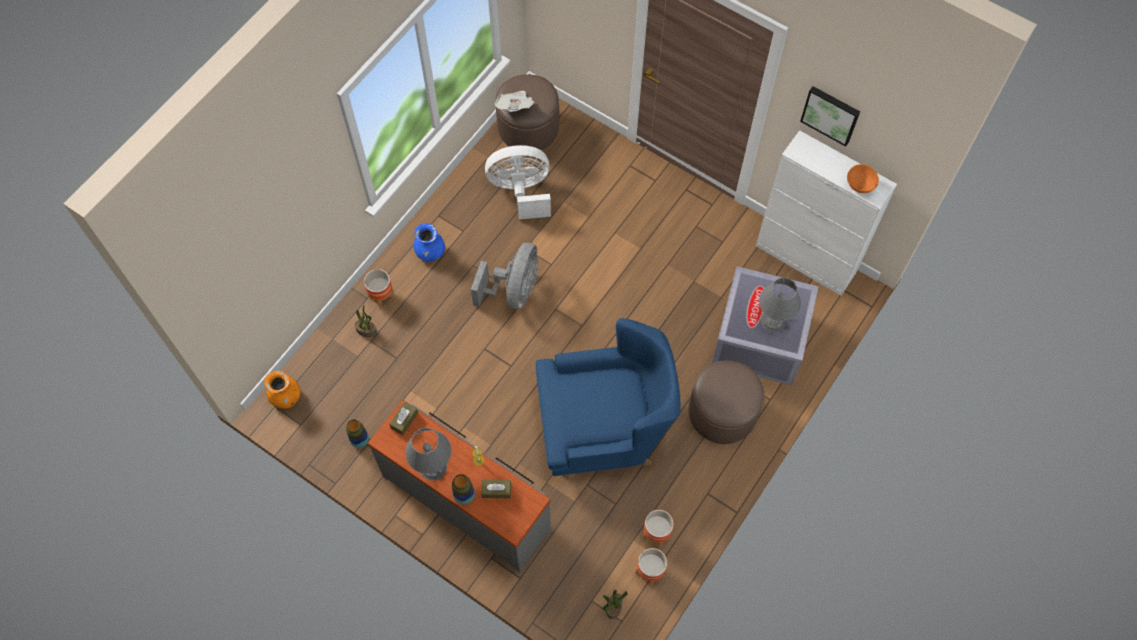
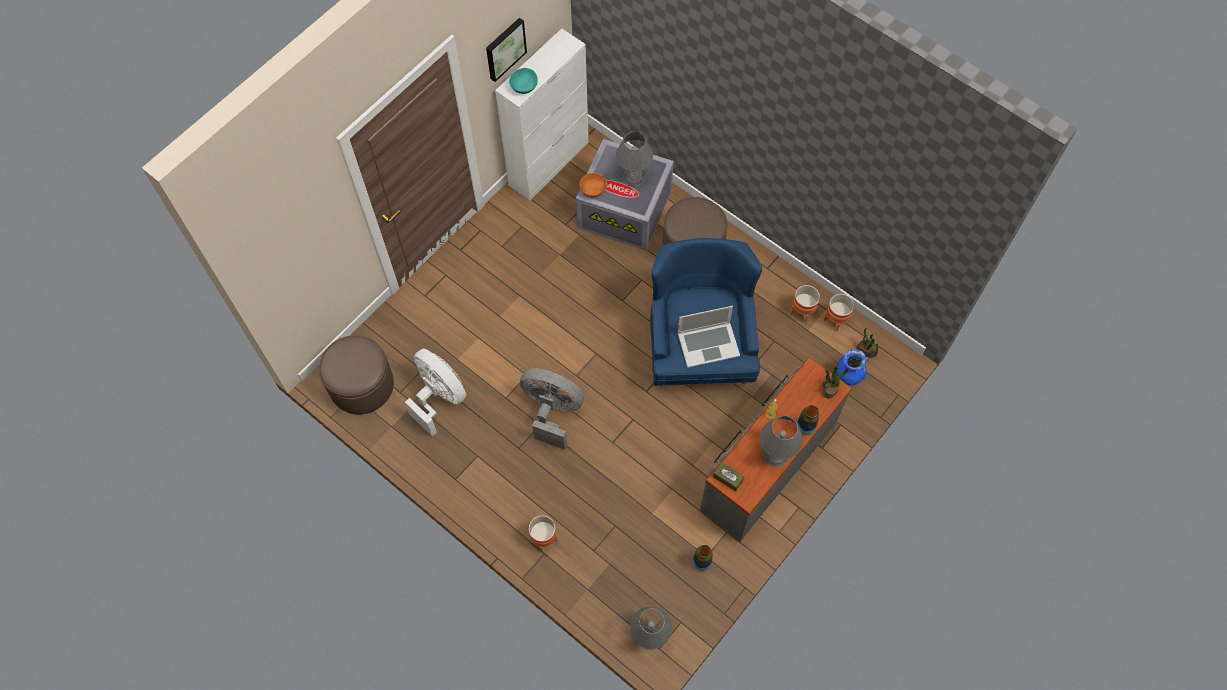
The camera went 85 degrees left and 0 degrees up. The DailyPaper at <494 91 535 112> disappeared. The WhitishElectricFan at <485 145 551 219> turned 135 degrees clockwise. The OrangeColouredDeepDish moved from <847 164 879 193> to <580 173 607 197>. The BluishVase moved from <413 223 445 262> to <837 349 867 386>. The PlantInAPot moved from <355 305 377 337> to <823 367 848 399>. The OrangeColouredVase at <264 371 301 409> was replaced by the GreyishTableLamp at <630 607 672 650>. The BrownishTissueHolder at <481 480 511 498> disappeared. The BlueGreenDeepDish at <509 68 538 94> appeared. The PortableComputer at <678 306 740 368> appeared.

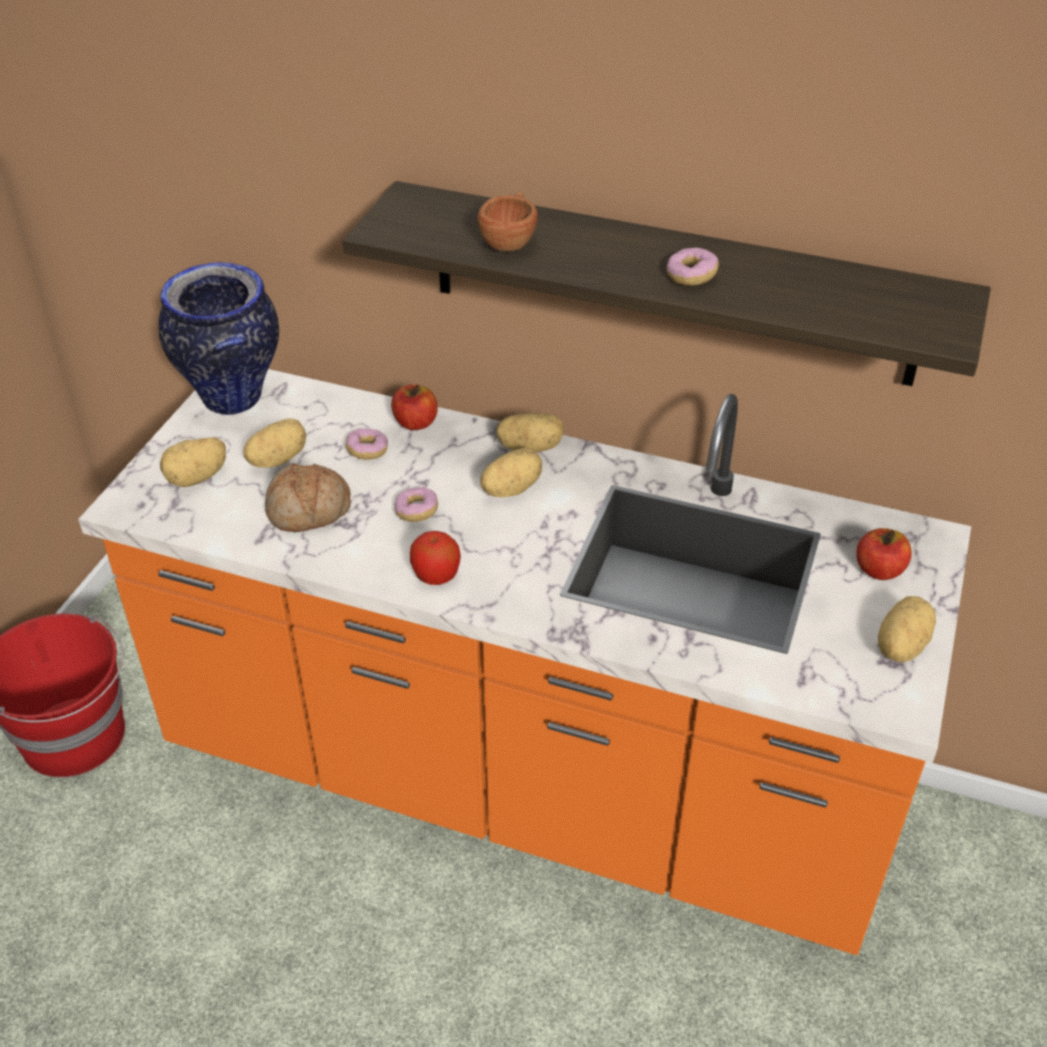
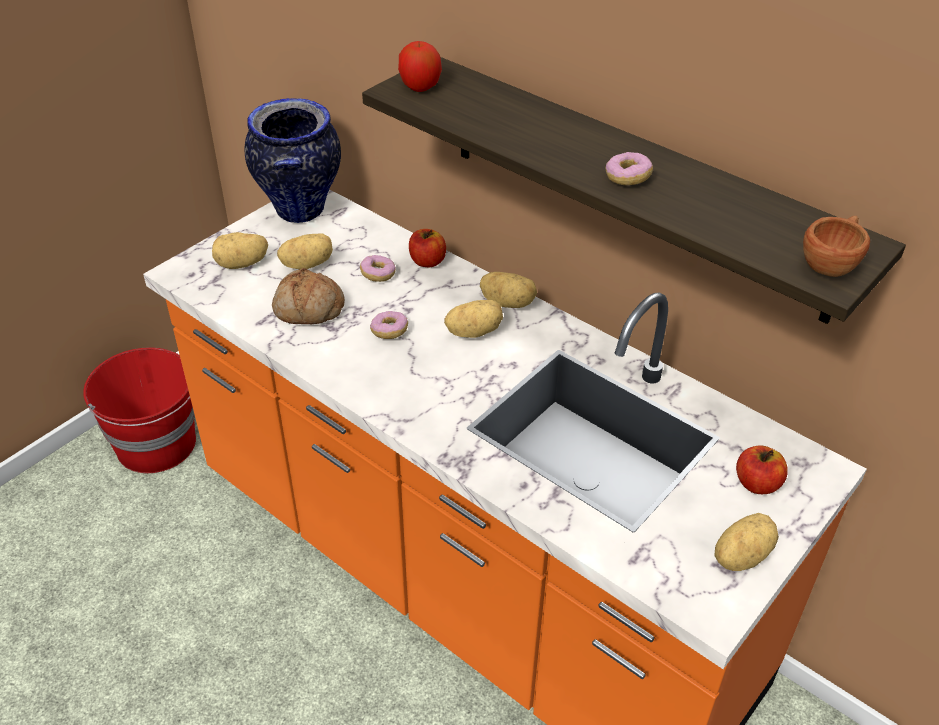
The camera went 20 degrees right and 0 degrees up. The BrownishSmallCup moved from <478 192 538 251> to <803 216 870 277>. The WholeApple moved from <410 531 461 585> to <398 41 442 92>.

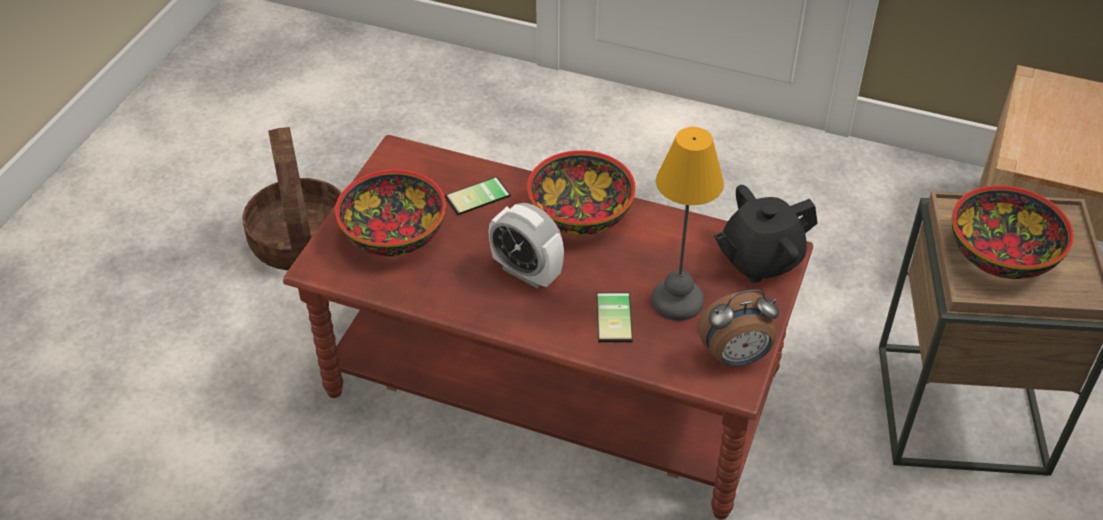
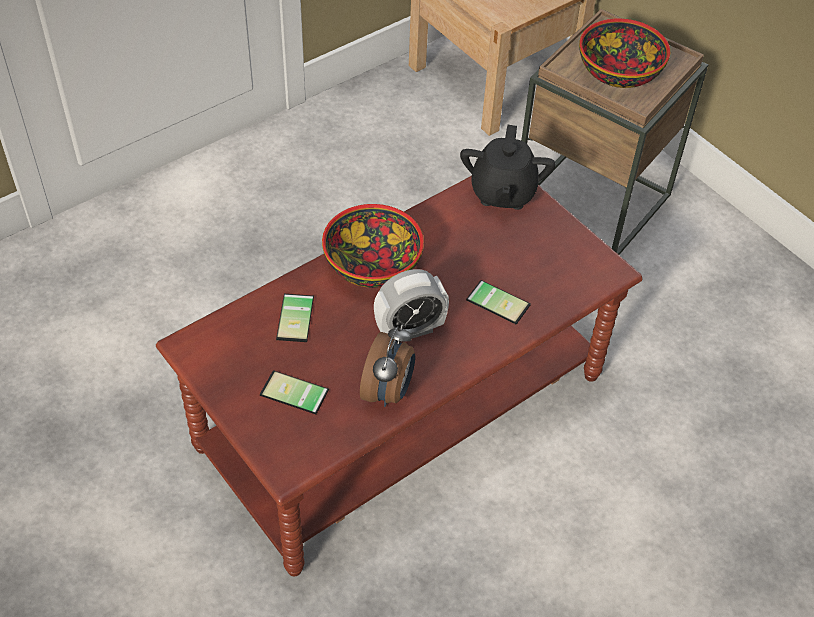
The camera went 60 degrees left and 5 degrees up. The StorageBasket at <243 127 342 270> disappeared. The TableLamp at <651 127 724 321> disappeared. The DeepDish at <335 169 446 257> was replaced by the Handset at <260 370 329 414>. The AlarmClock moved from <697 289 779 367> to <360 324 415 407>.

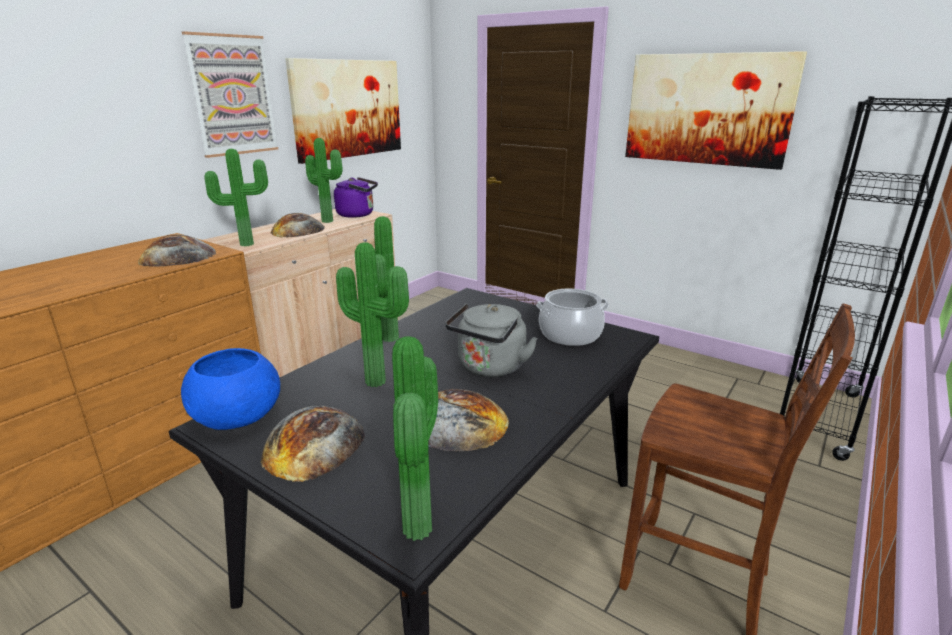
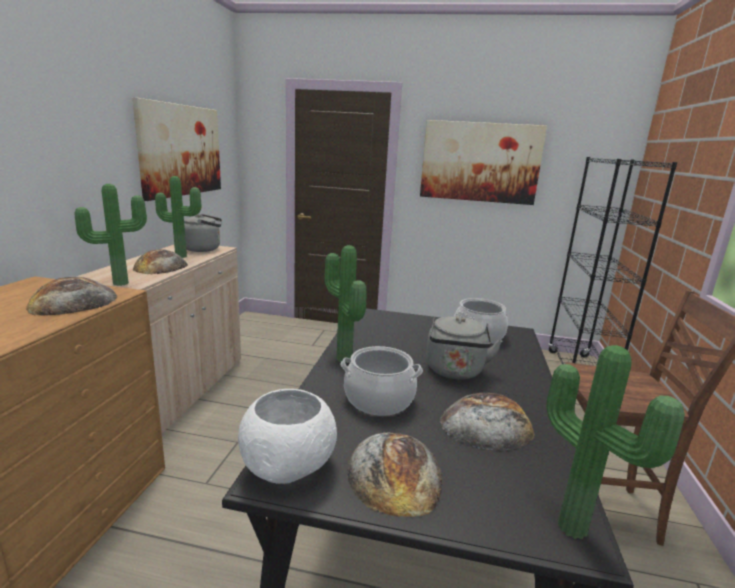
The camera went 25 degrees left and 5 degrees down. The Picture at <182 31 278 158> disappeared. The PurplishTeaKettle at <334 177 378 218> became the GreyishTeaKettle at <184 214 222 252>. The PlantInAPot at <336 242 409 387> was replaced by the Stockpot at <341 346 423 416>. The BluishDeepDish at <181 348 280 430> became the WhitishDeepDish at <238 389 337 484>.

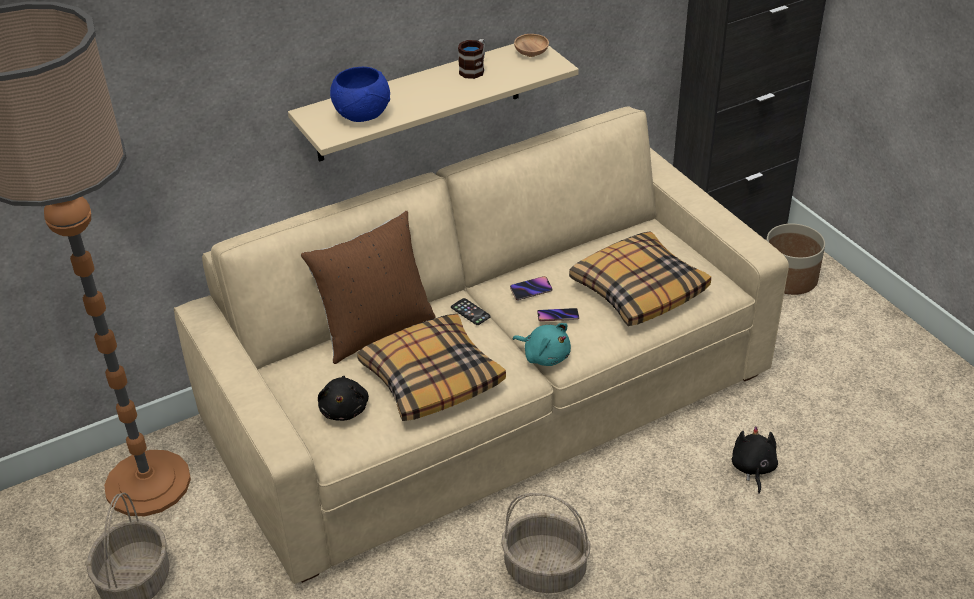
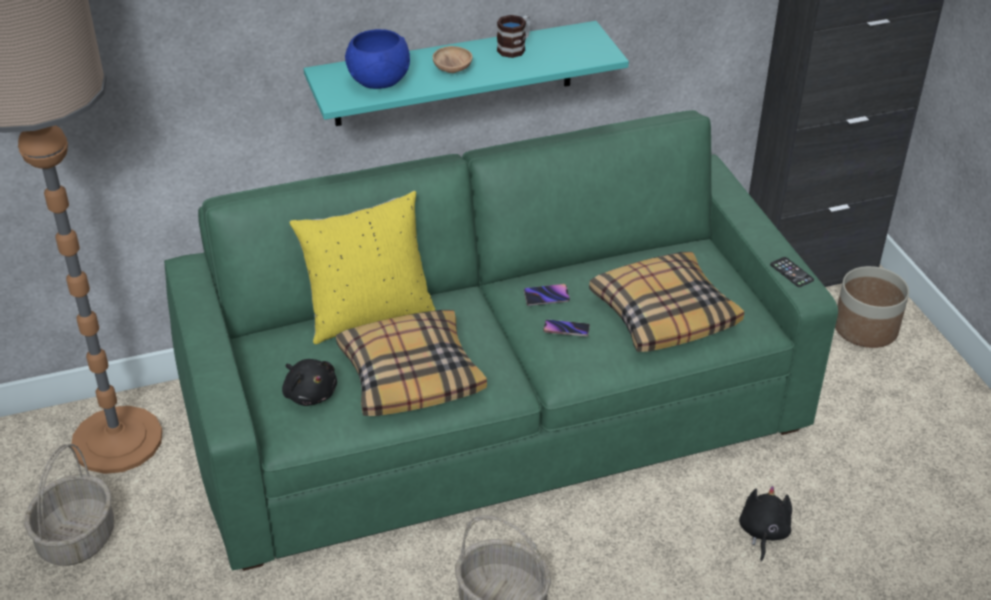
The camera went 10 degrees right and 0 degrees up. The BrownishDeepDish moved from <514 34 549 57> to <433 46 473 73>. The BeigeColouredWallShelf at <288 44 579 162> became the BlueGreenWallShelf at <304 21 629 126>. The BeigeColouredCouch at <174 106 789 584> became the GreenCouch at <164 110 838 571>. The BrownishPillow at <301 210 435 364> became the YellowColouredPillow at <290 191 436 344>. The Handset moved from <451 298 491 325> to <770 257 814 287>. The BlueGreenCuddlyToy at <513 323 571 366> disappeared. The BlackCuddlyToy at <318 376 369 421> turned 45 degrees counterclockwise.

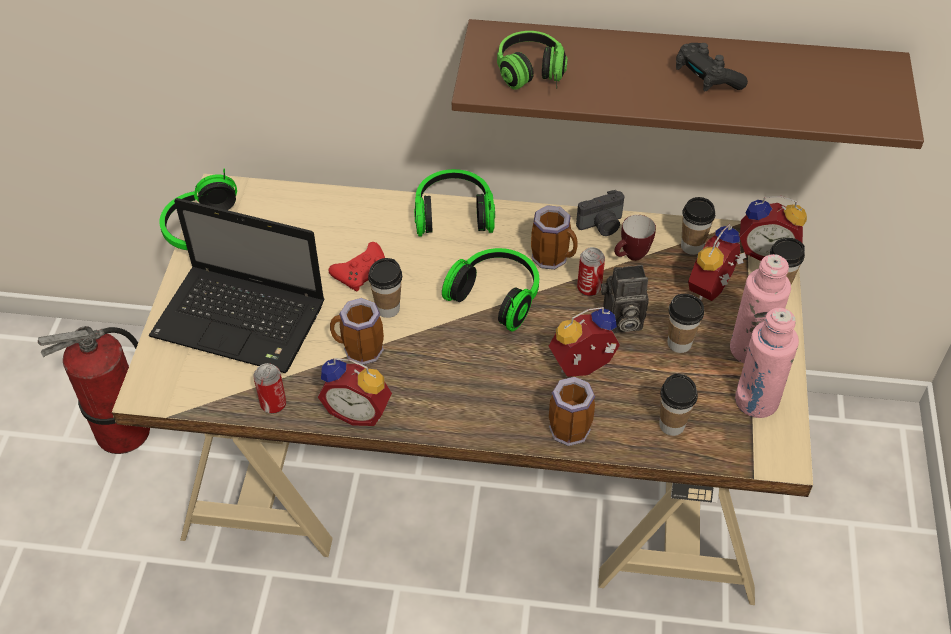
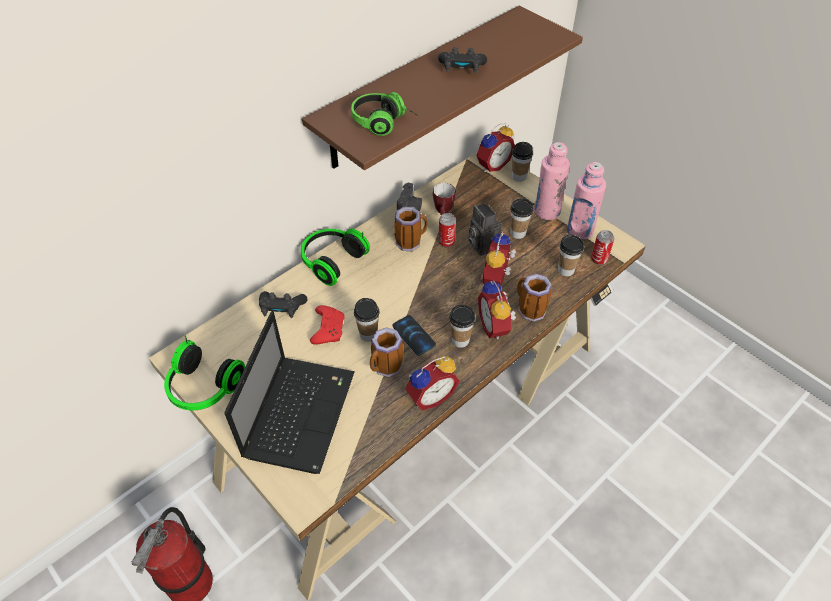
The camera went 50 degrees left and 0 degrees up. The SmallCup moved from <681 197 715 255> to <449 305 475 348>. The PortableComputer at <149 198 325 373> turned 45 degrees counterclockwise. The AlarmClock moved from <688 224 747 301> to <478 280 516 340>. The Headset at <442 248 539 332> disappeared. The StillCamera at <601 265 649 333> turned 120 degrees clockwise. The SealedCan moved from <253 363 286 414> to <591 230 614 265>. The BlackGamepad at <259 291 308 318> appeared. The Handset at <393 315 436 356> appeared.

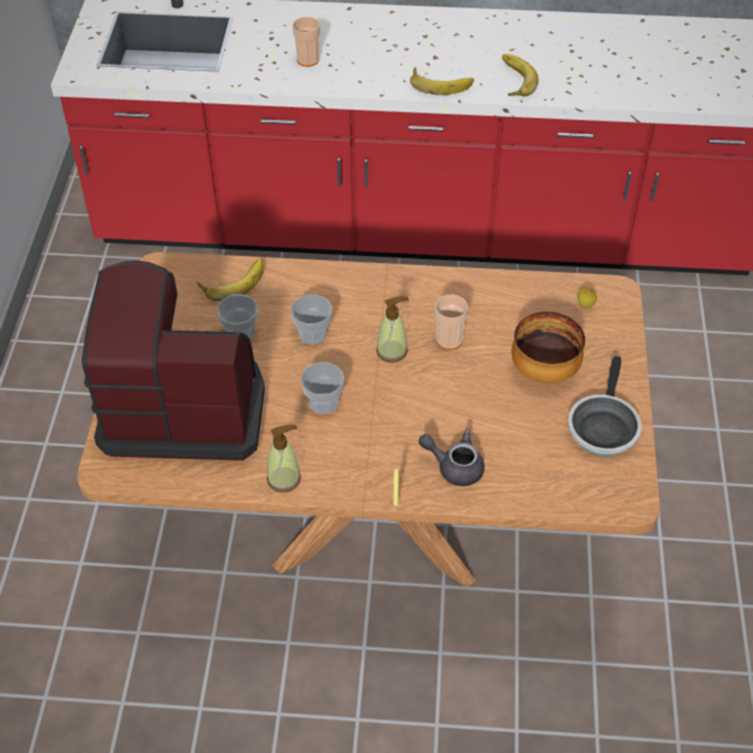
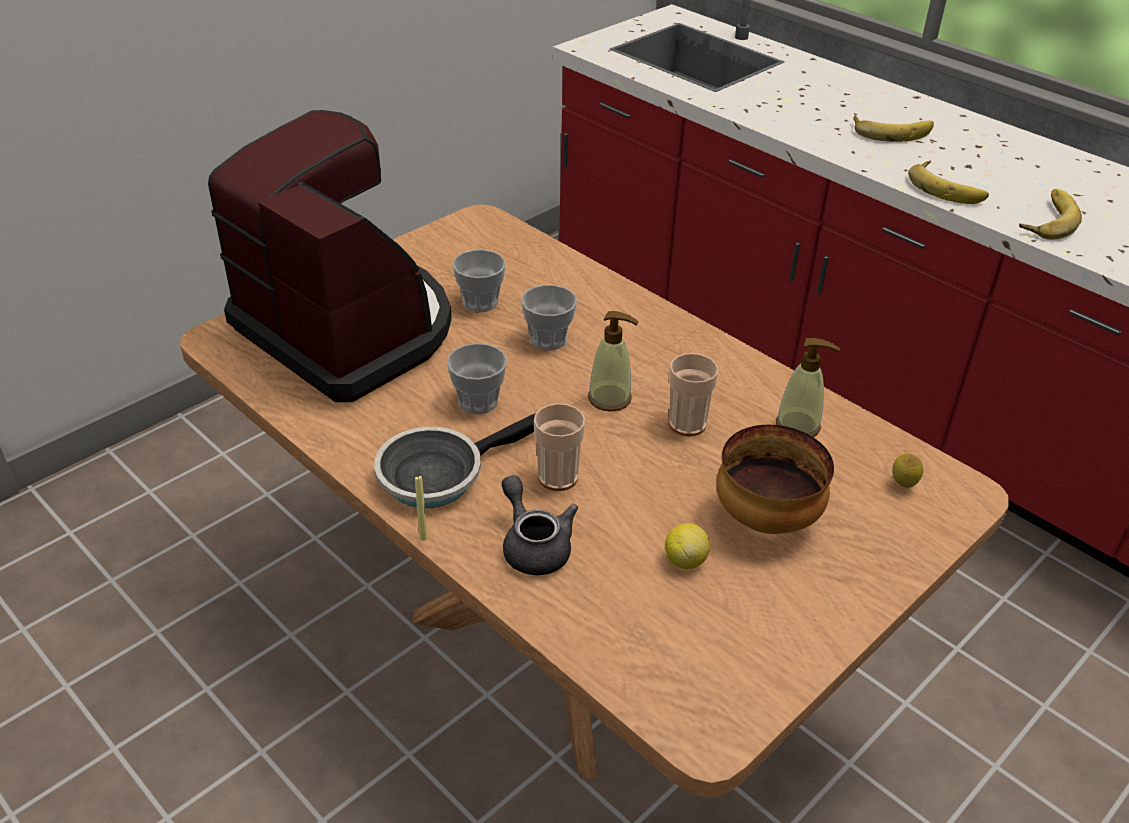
The camera went 40 degrees right and 10 degrees down. The SmallCup moved from <292 17 320 67> to <534 403 585 491>. The BananaFruit moved from <198 258 264 302> to <853 115 934 142>. The FryingPan moved from <568 356 642 456> to <374 413 536 508>. The SoapBottle moved from <267 425 301 493> to <776 338 840 437>. The WholeLemon at <665 523 710 569> appeared.

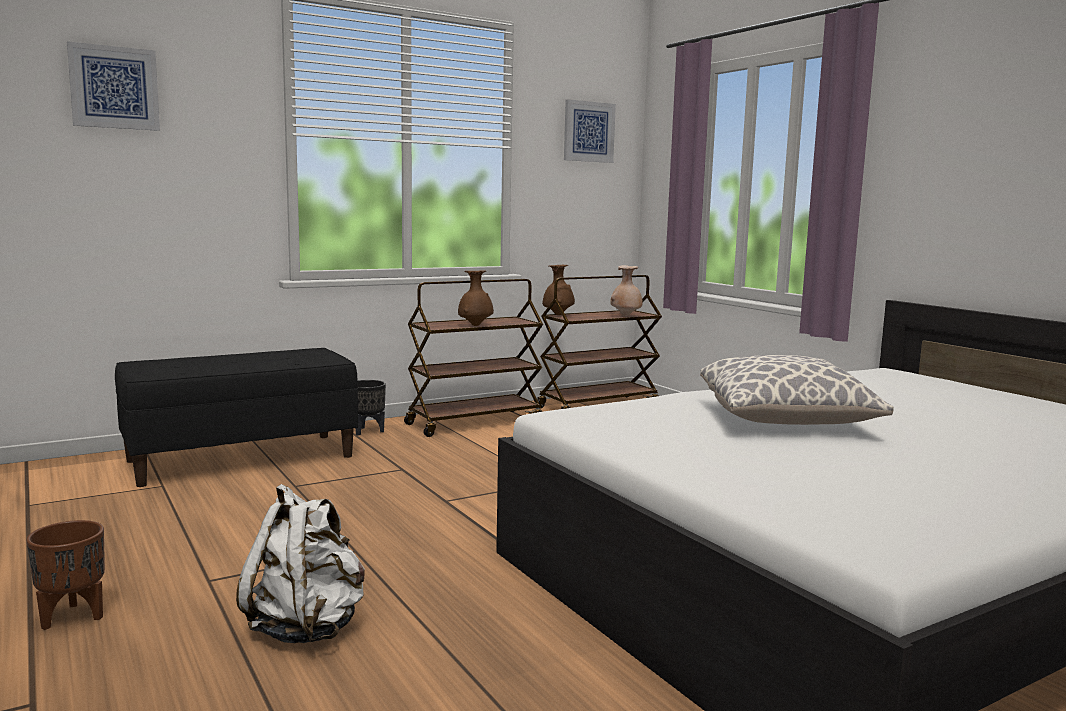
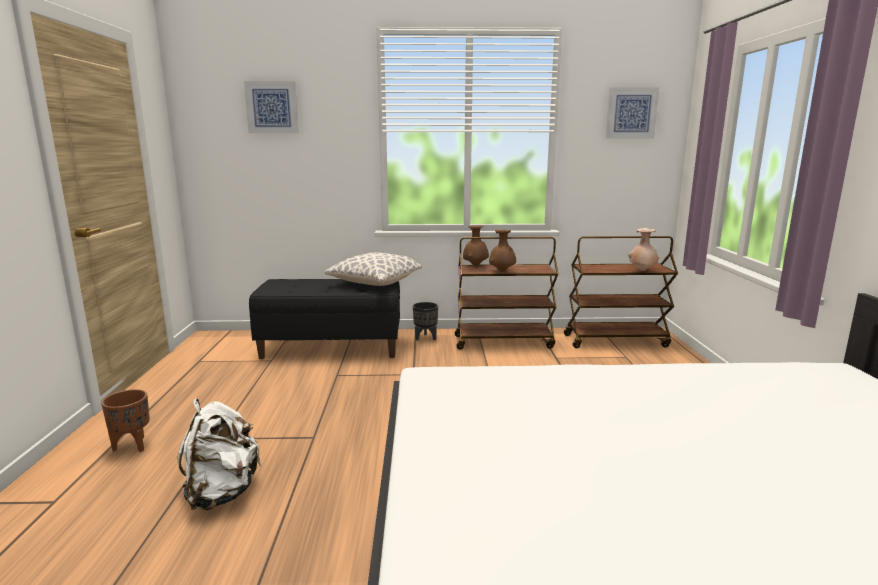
The camera went 30 degrees right and 5 degrees up. The BrownishVase moved from <542 265 575 315> to <463 225 489 266>. The Pillow moved from <700 355 894 425> to <325 252 422 286>.

